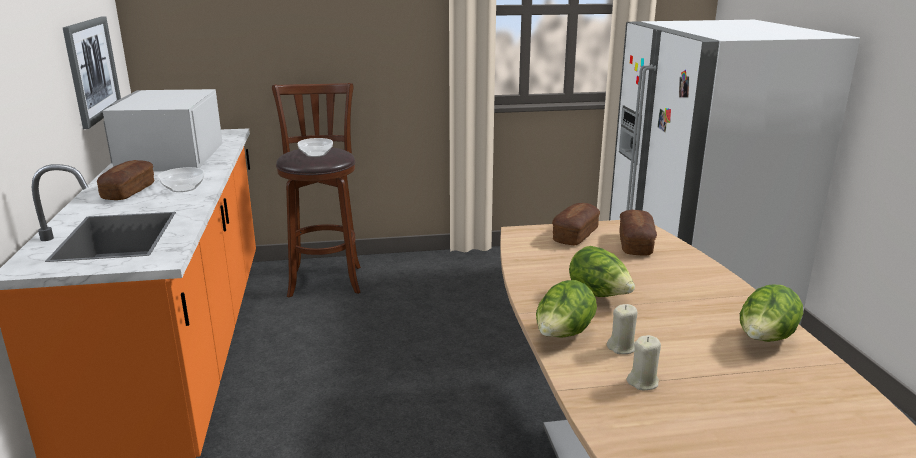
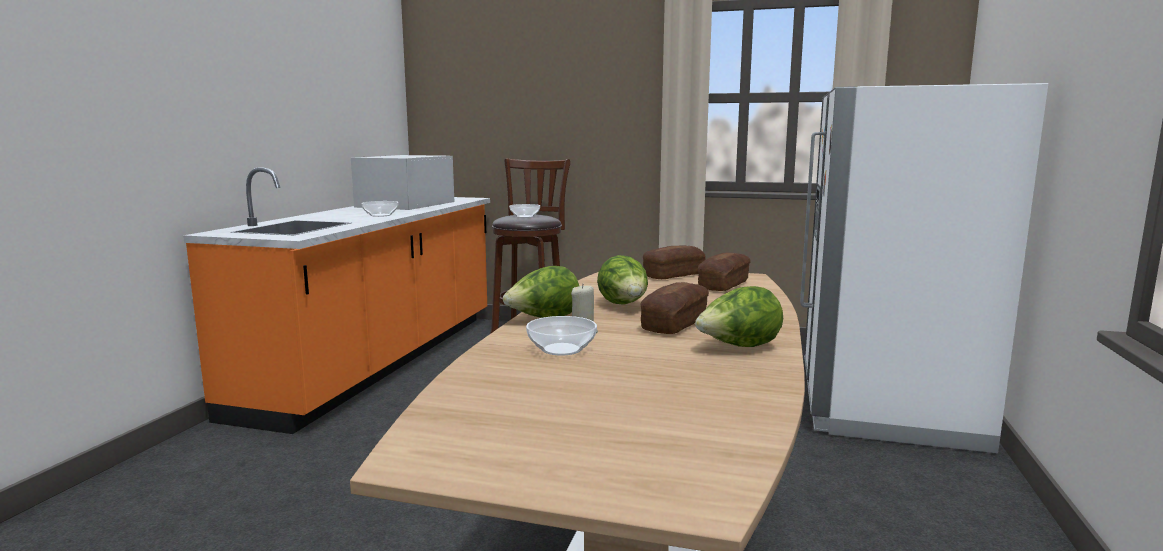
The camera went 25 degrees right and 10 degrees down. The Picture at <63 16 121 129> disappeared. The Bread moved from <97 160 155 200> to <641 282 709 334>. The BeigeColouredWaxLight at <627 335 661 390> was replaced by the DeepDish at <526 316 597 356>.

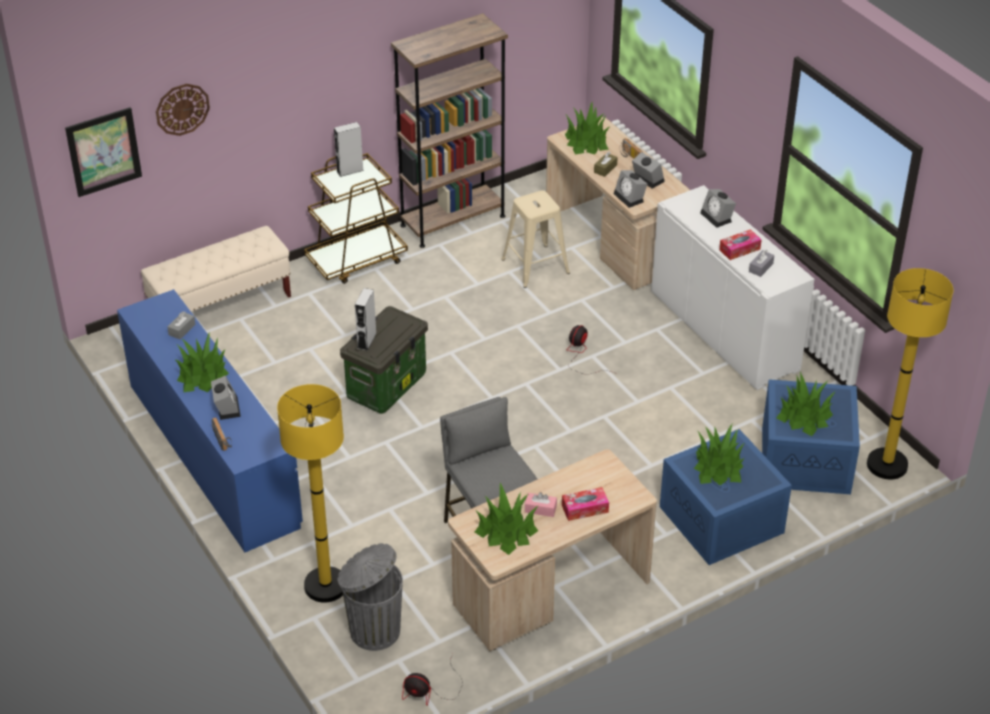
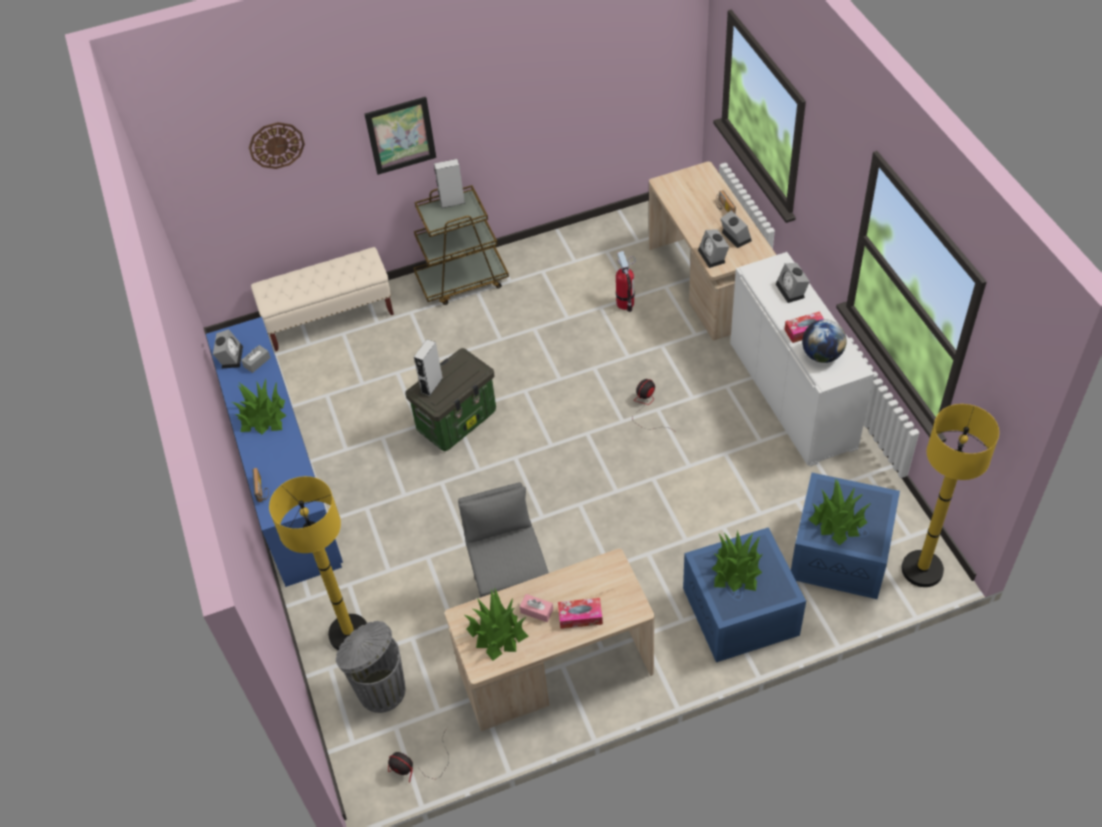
The camera went 15 degrees right and 10 degrees up. The BrownishBookcase at <391 13 508 248> disappeared. The PlantInAPot at <565 102 609 155> disappeared. The Picture moved from <65 107 142 197> to <364 97 436 175>. The BrownishTissueHolder at <594 152 618 177> disappeared. The BeigeColouredSittingStool at <501 190 570 288> was replaced by the FireFightingCylinder at <616 251 636 312>. The GreyishTissueHolder at <749 250 774 277> was replaced by the DeskGlobe at <802 319 846 363>. The AlarmClock moved from <211 376 241 420> to <213 329 243 368>.

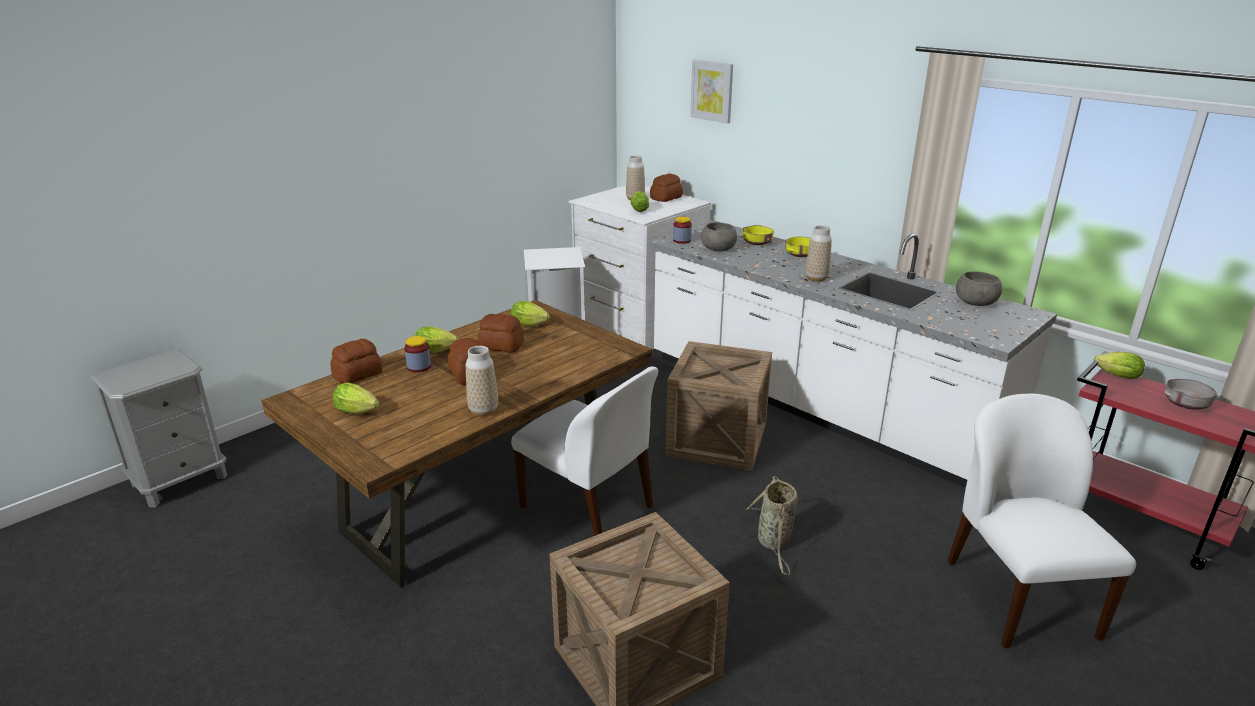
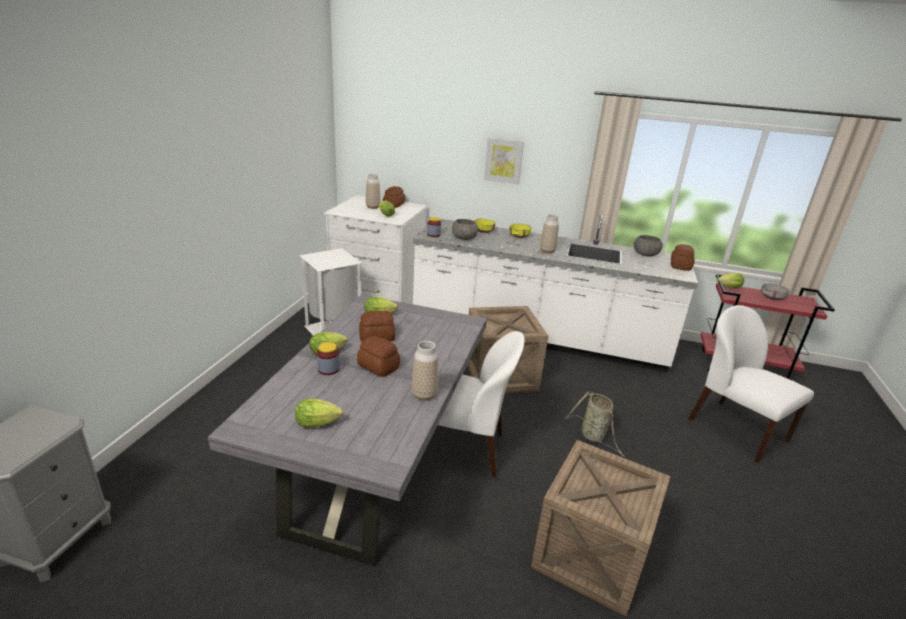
The camera went 30 degrees left and 0 degrees up. The Picture moved from <690 60 733 124> to <484 137 524 184>. The BrownishKitchenTable at <261 300 652 587> became the GreyishKitchenTable at <208 295 487 566>. The Bread moved from <330 339 383 384> to <671 244 695 271>.

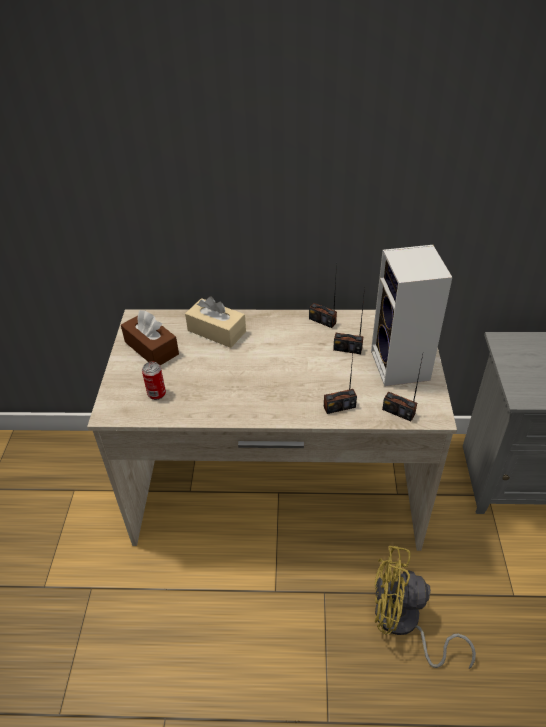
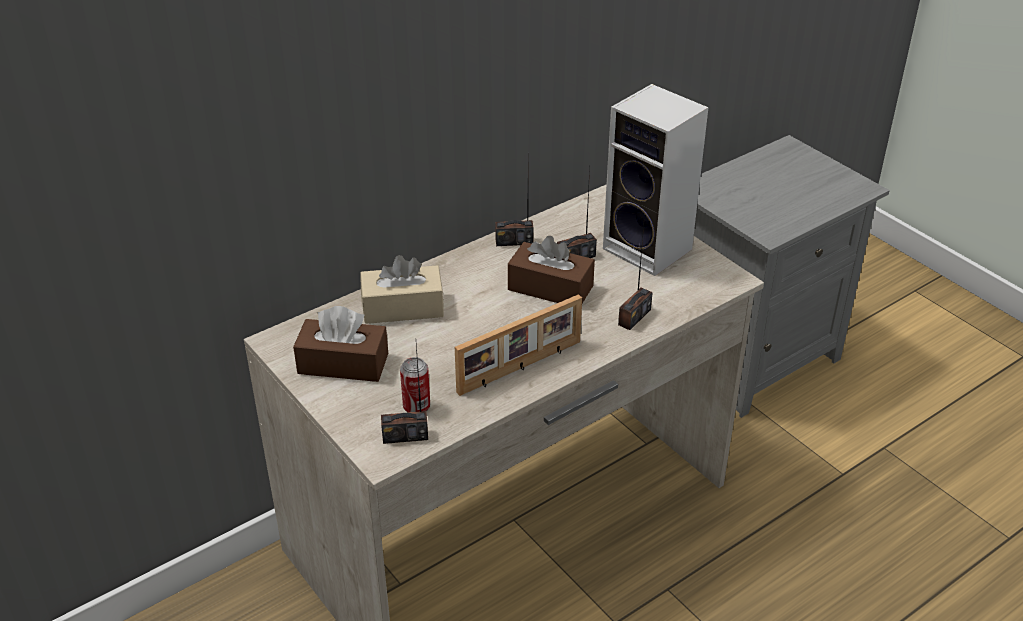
The camera went 40 degrees left and 5 degrees down. The Radio moved from <382 355 423 421> to <381 345 428 444>. The YellowColouredElectricFan at <375 546 476 669> disappeared. The BrownishTissueHolder at <508 236 595 303> appeared. The StandingFrame at <455 294 582 396> appeared.

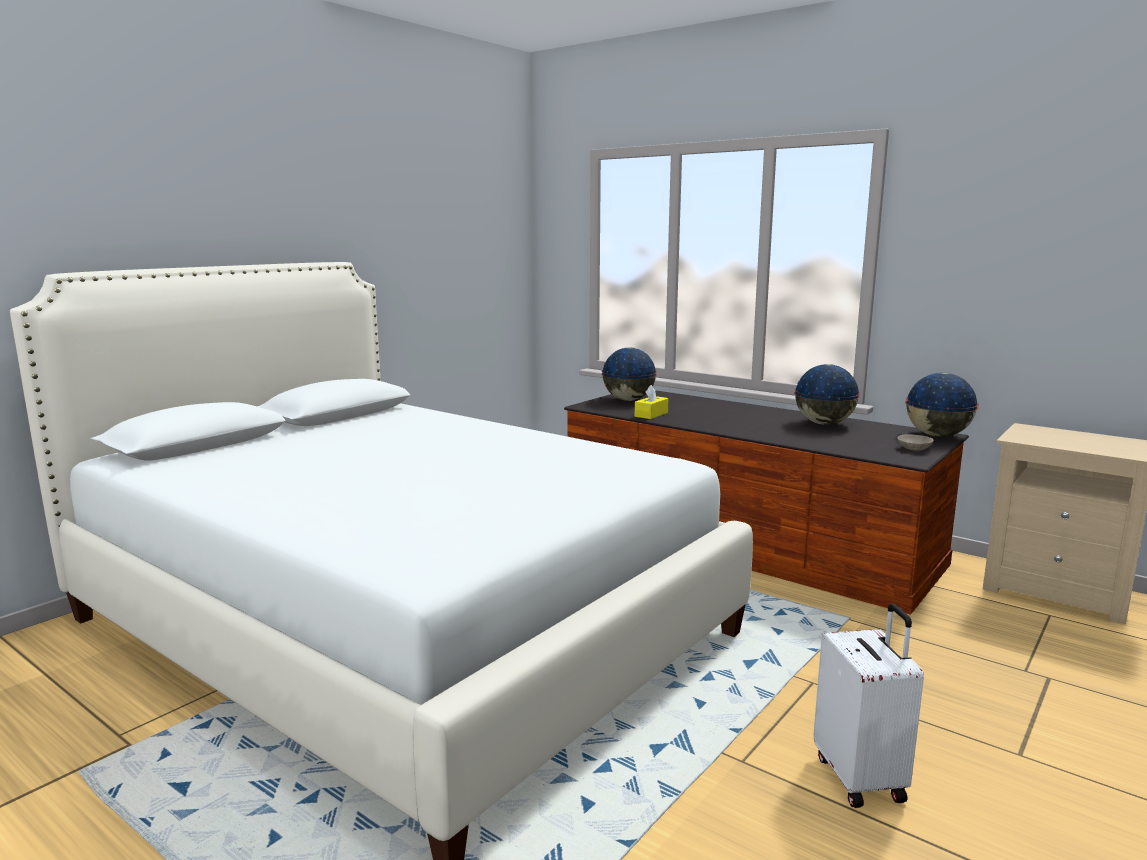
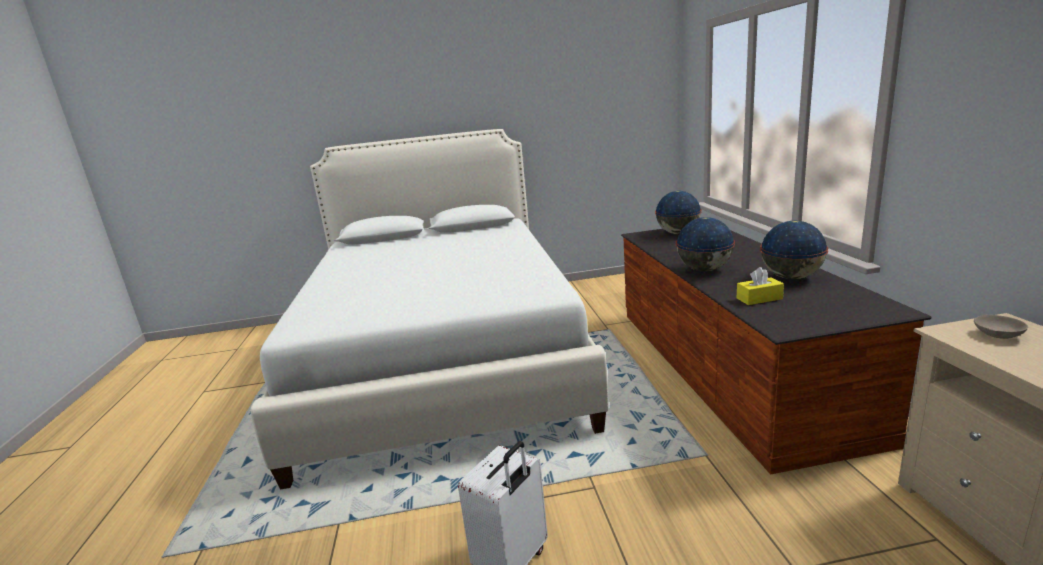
The camera went 45 degrees right and 5 degrees up. The DeskGlobe moved from <905 373 979 437> to <676 217 735 271>. The YellowColouredTissueHolder moved from <635 385 668 419> to <737 267 784 305>. The BeigeColouredDeepDish moved from <897 435 933 451> to <974 315 1028 339>.

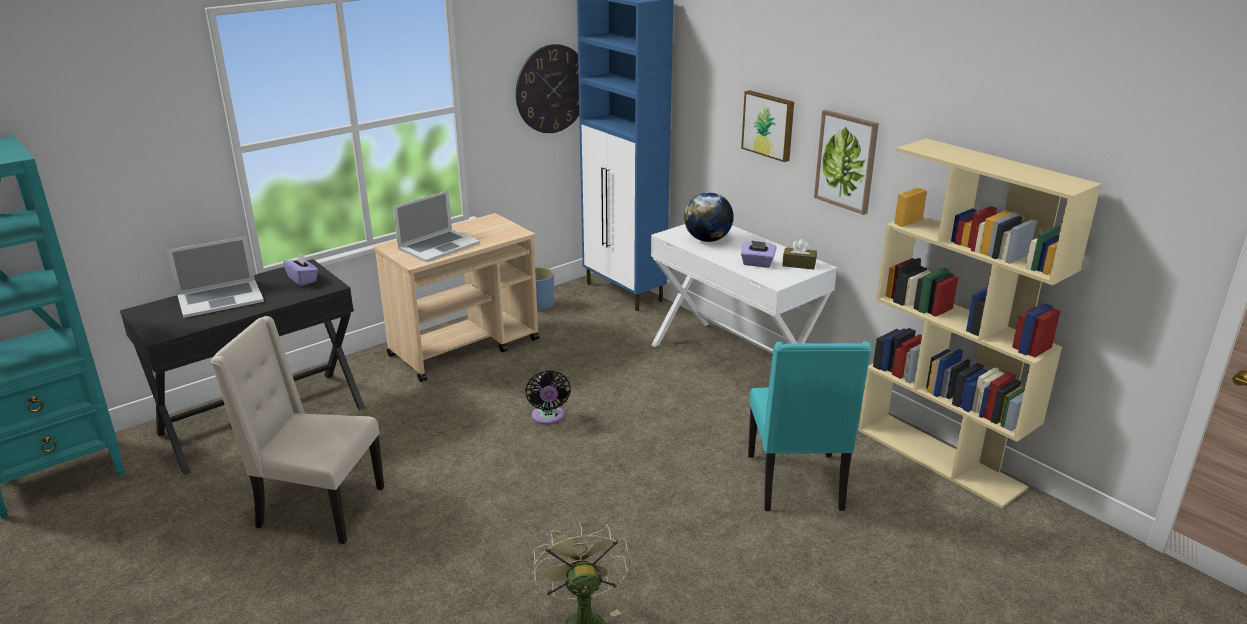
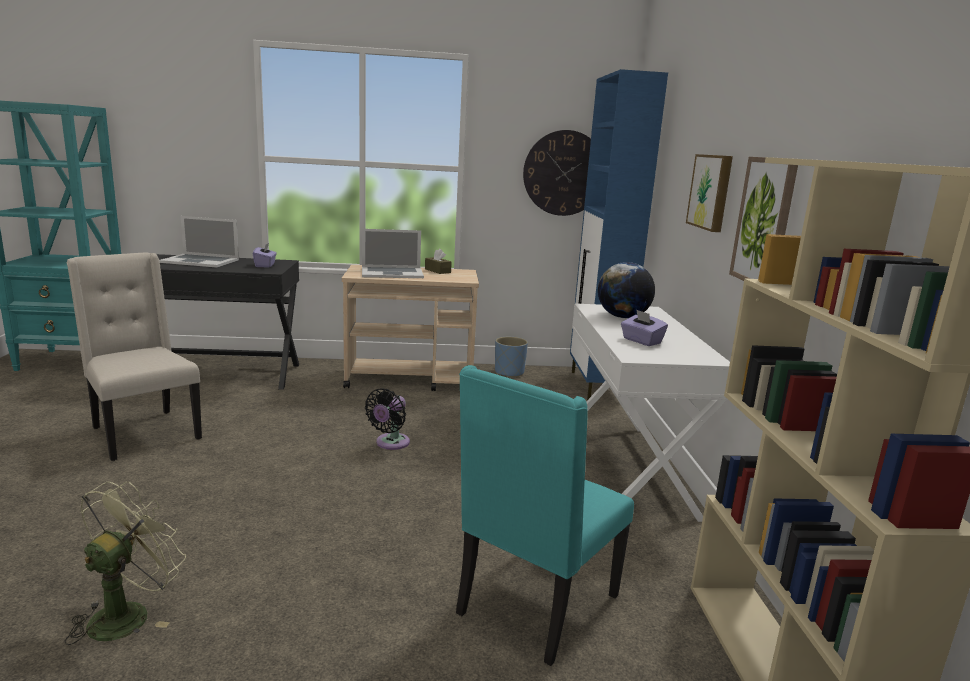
The camera went 35 degrees right and 10 degrees down. The BrownishTissueHolder moved from <782 239 817 270> to <425 248 452 274>.

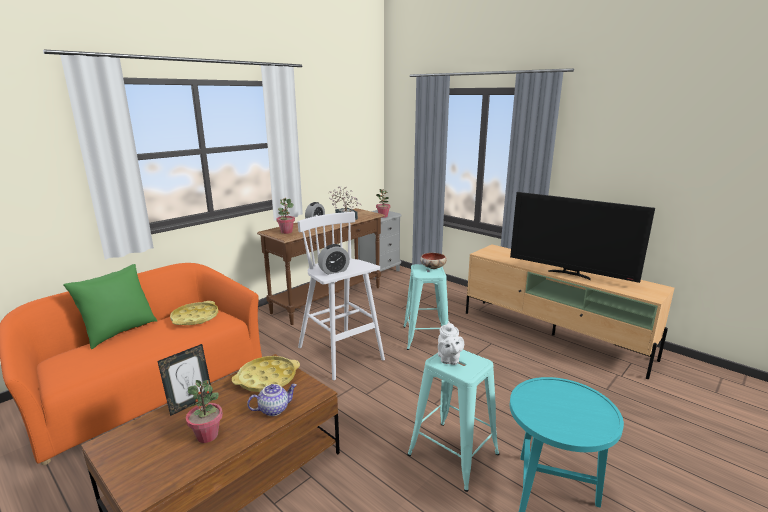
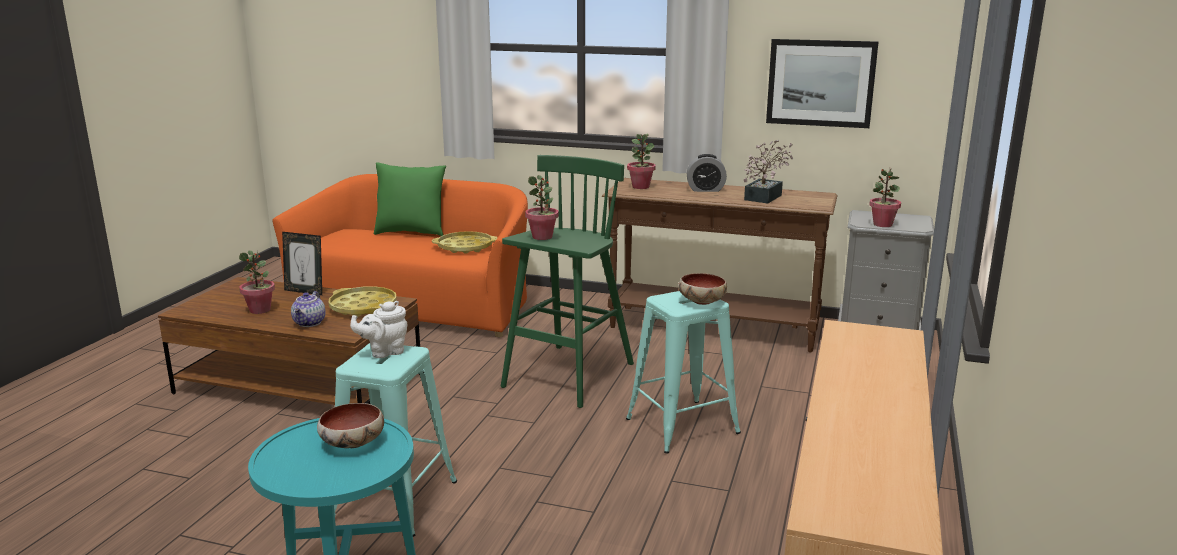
The camera went 65 degrees right and 0 degrees up. The TvSet at <510 192 655 283> disappeared. The WhitishSittingStool at <298 212 385 380> became the GreenSittingStool at <501 155 634 408>. The AlarmClock at <318 244 350 275> was replaced by the PlantInAPot at <525 175 559 240>. The TeaPot at <247 384 297 416> turned 60 degrees clockwise. The Picture at <766 39 878 128> appeared. The DeepDish at <317 403 384 448> appeared.

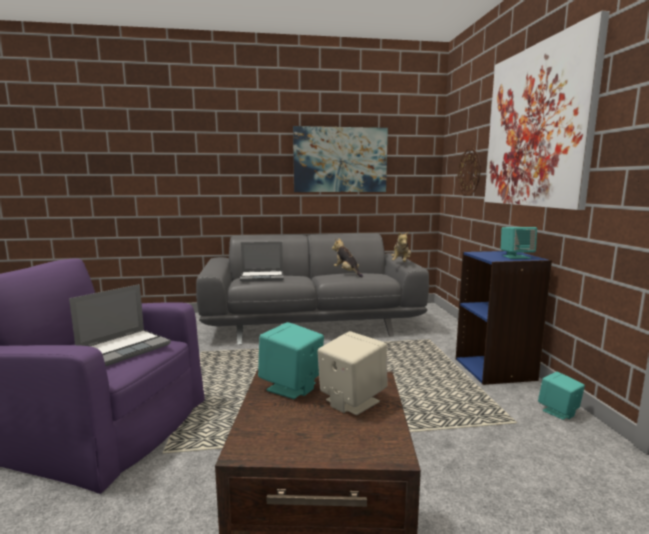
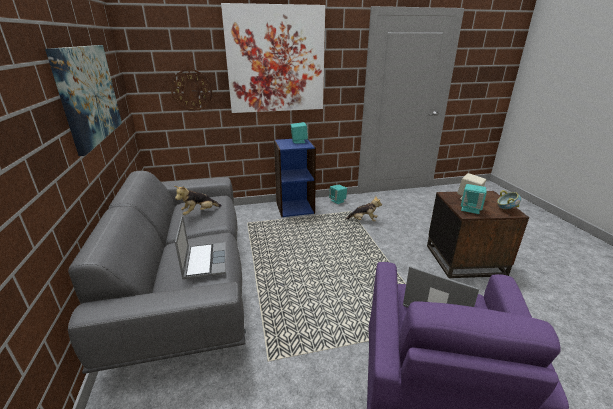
The camera went 95 degrees left and 15 degrees up. The CuddlyToy moved from <391 231 411 262> to <345 196 382 222>. The DeepDish at <497 190 521 210> appeared.

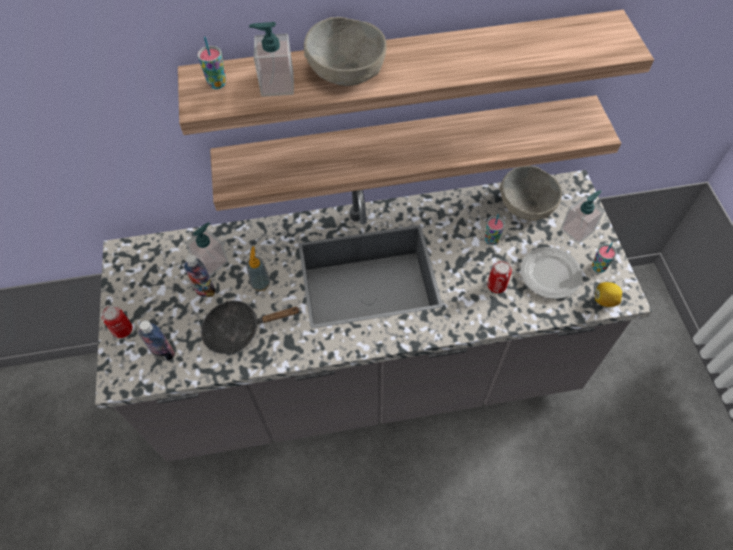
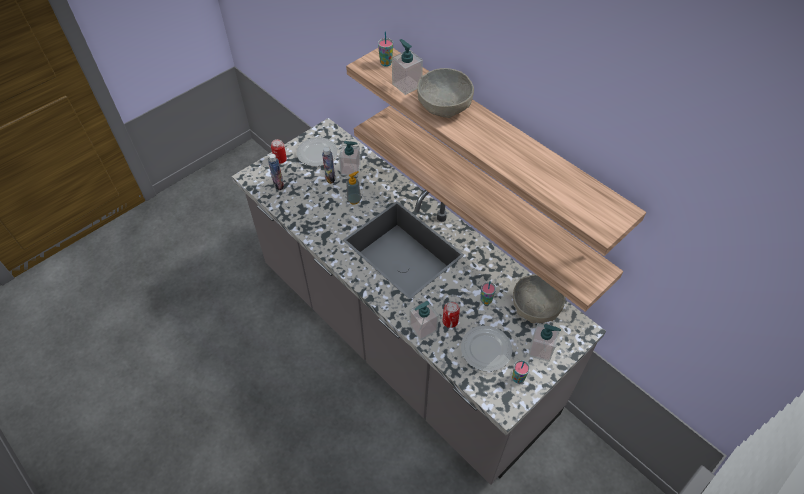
The camera went 55 degrees right and 5 degrees down. The WholeLemon at <595 282 622 307> disappeared. The BlackFryingPan at <201 301 299 354> disappeared. The DinnerPlate at <296 137 337 166> appeared. The SoapBottle at <409 300 439 341> appeared.

